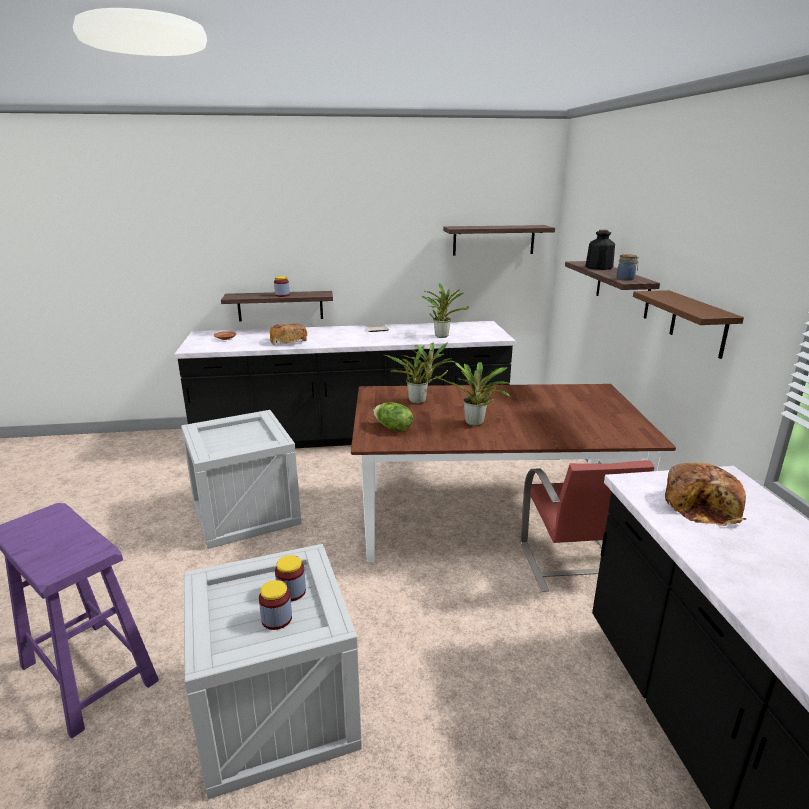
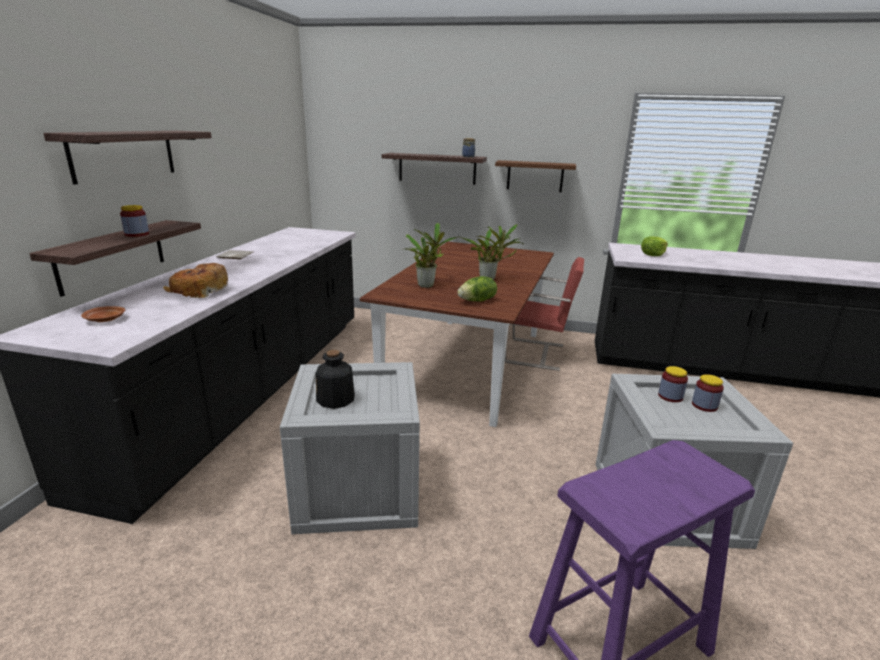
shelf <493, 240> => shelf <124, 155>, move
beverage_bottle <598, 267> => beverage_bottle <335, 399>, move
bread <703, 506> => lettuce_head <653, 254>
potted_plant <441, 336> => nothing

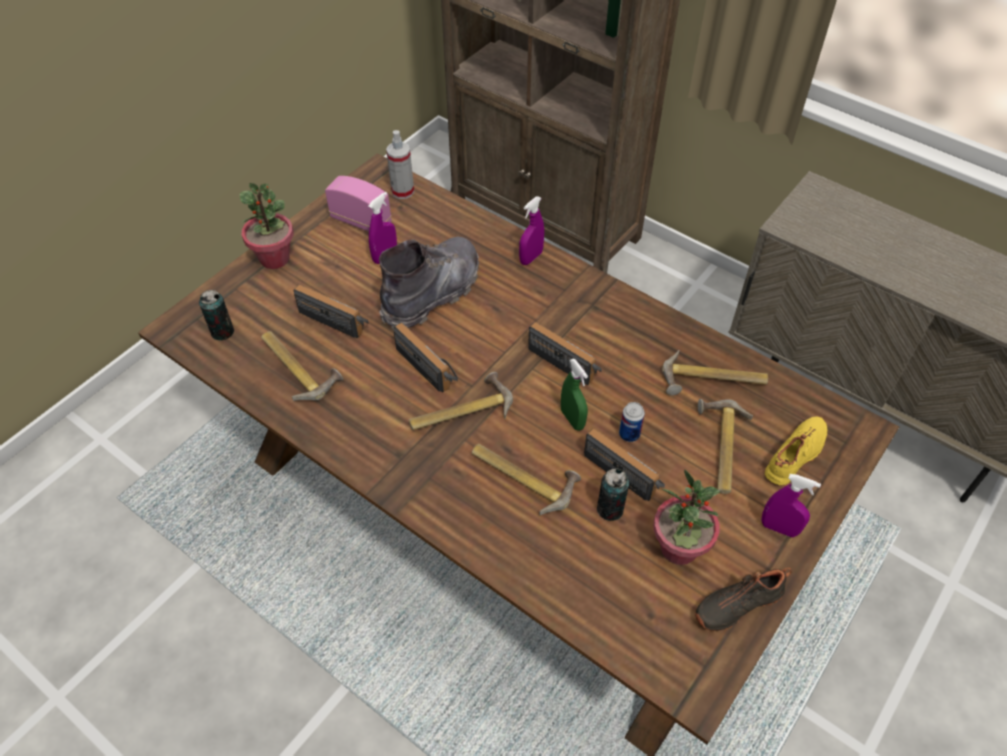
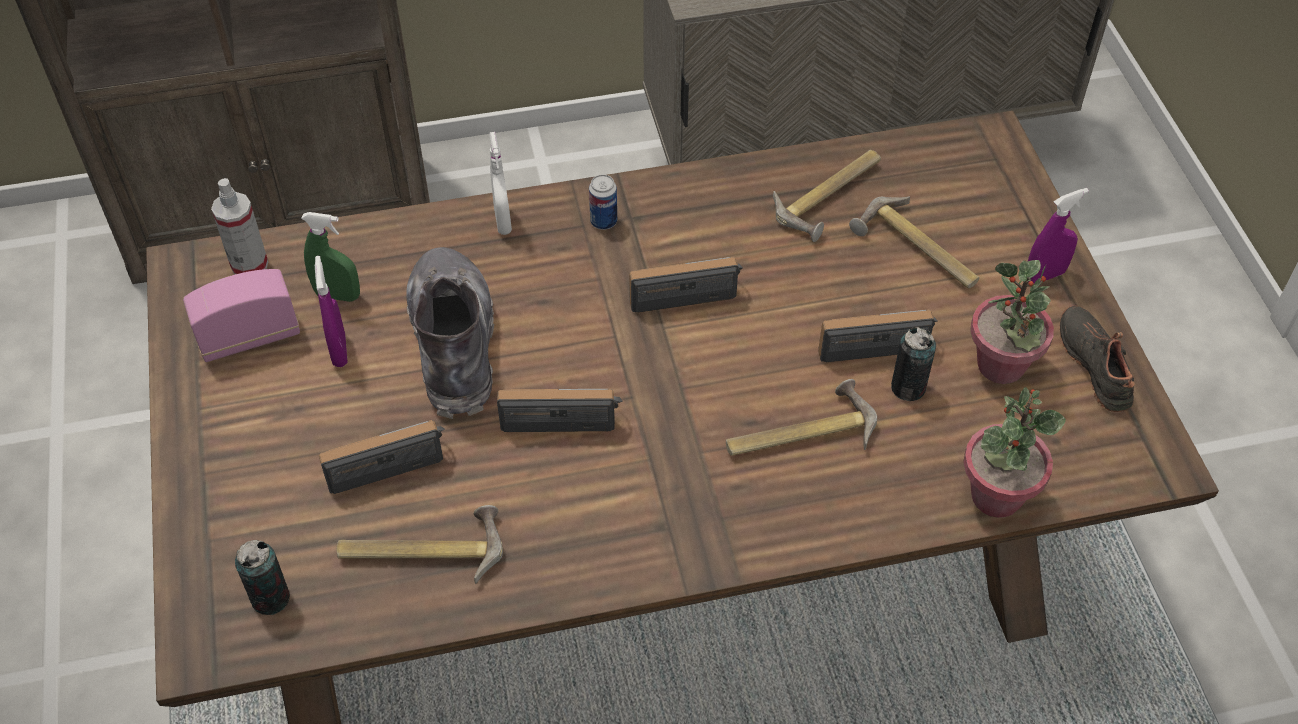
greenish_spray_bottle <572, 419> => greenish_spray_bottle <337, 295>, move
purple-coloured_spray_bottle <531, 258> => white-coloured_spray_bottle <503, 221>
metal_can <629, 434> => metal_can <603, 221>, move
potted_plant <275, 258> => potted_plant <996, 496>, move
black-coloured_shoe <737, 602> => black-coloured_shoe <1096, 365>, 150 degrees clockwise
tool_hammer <460, 410> => nothing
yellowish_shoe <796, 456> => nothing

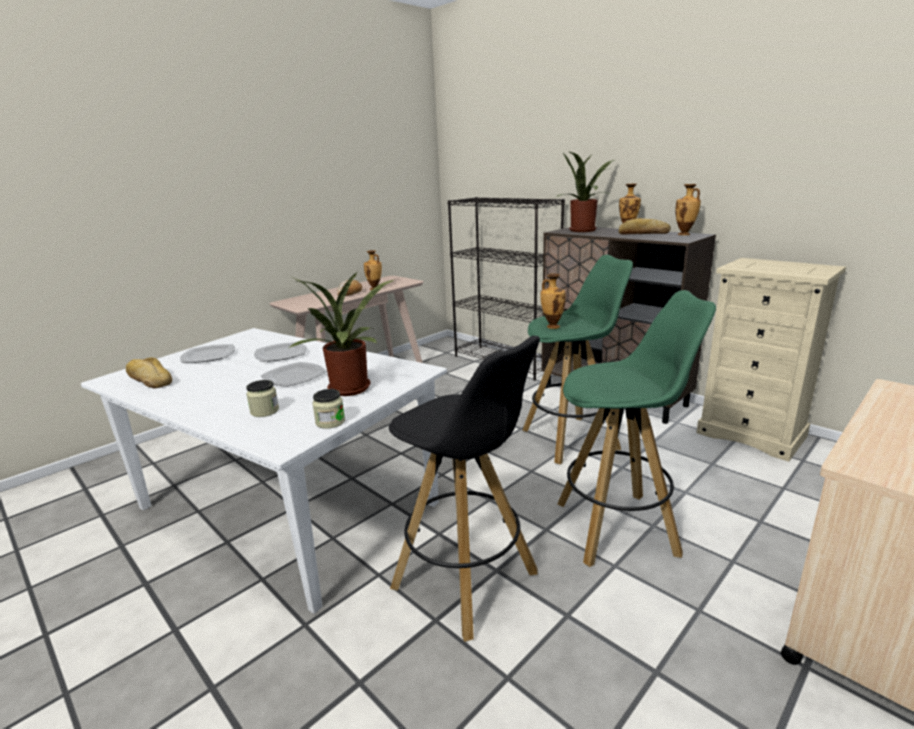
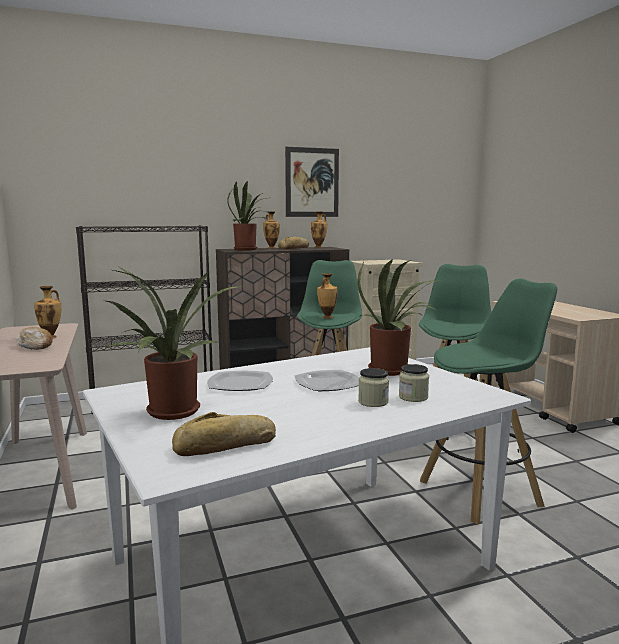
flat_dish <208, 356> => potted_plant <172, 414>
nothing => wall_picture <312, 182>
storage_jar <330, 422> => storage_jar <373, 402>, move
black-coloured_stool_seat <467, 581> => greenish_stool_seat <481, 493>

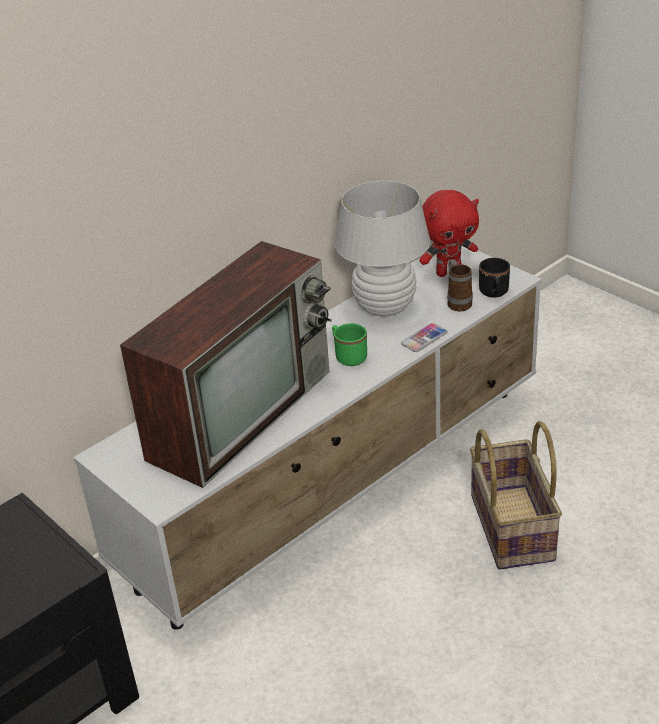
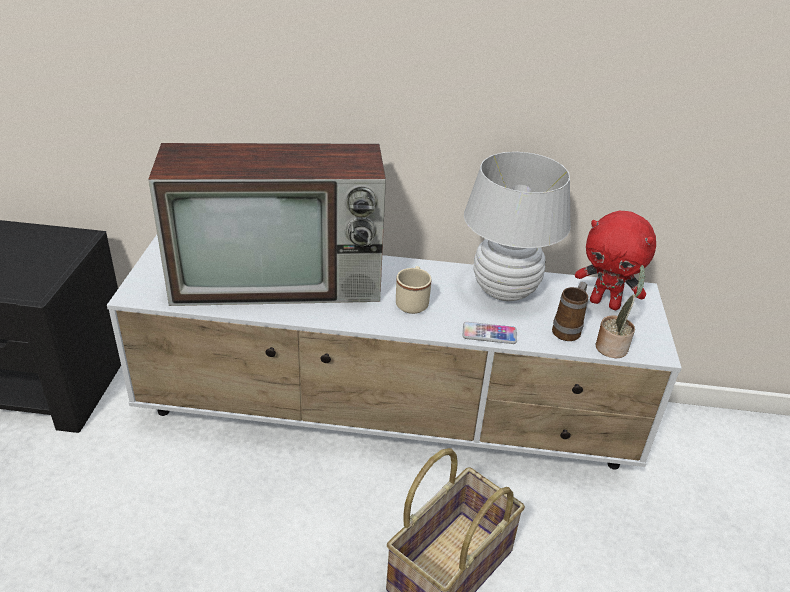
greenish_coffee_mug <348, 356> => beige_coffee_mug <412, 302>
black-coloured_coffee_mug <494, 293> => potted_plant <613, 346>

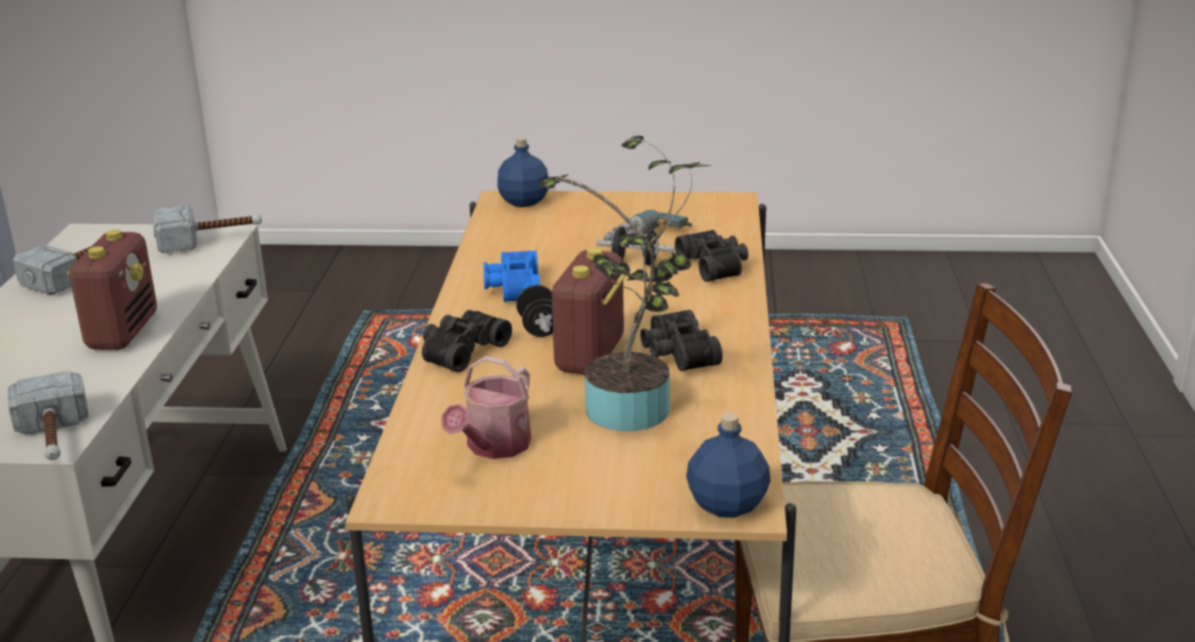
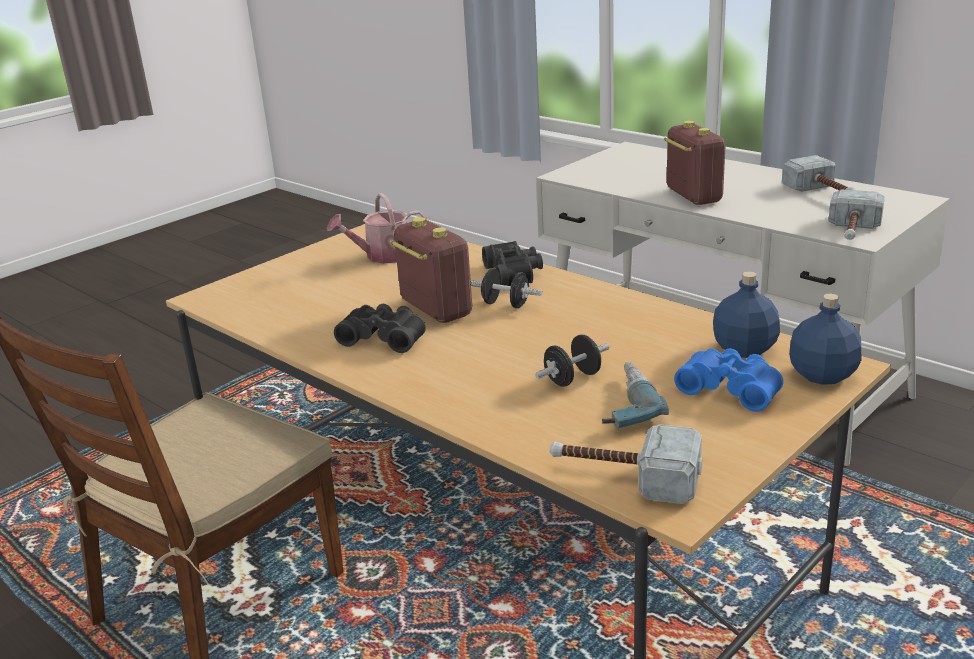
watering_pot <493, 447> => watering_pot <382, 256>, 90 degrees counterclockwise
tool_hammer <54, 439> => tool_hammer <624, 476>, move
radio_receiver <122, 332> => radio_receiver <693, 196>, 150 degrees counterclockwise
blue-coloured_field_glasses <512, 288> => blue-coloured_field_glasses <731, 388>, move
blue-coloured_beverage_bottle <728, 504> => blue-coloured_beverage_bottle <745, 349>, move
potted_plant <632, 414> => nothing
black-coloured_field_glasses <715, 265> => nothing

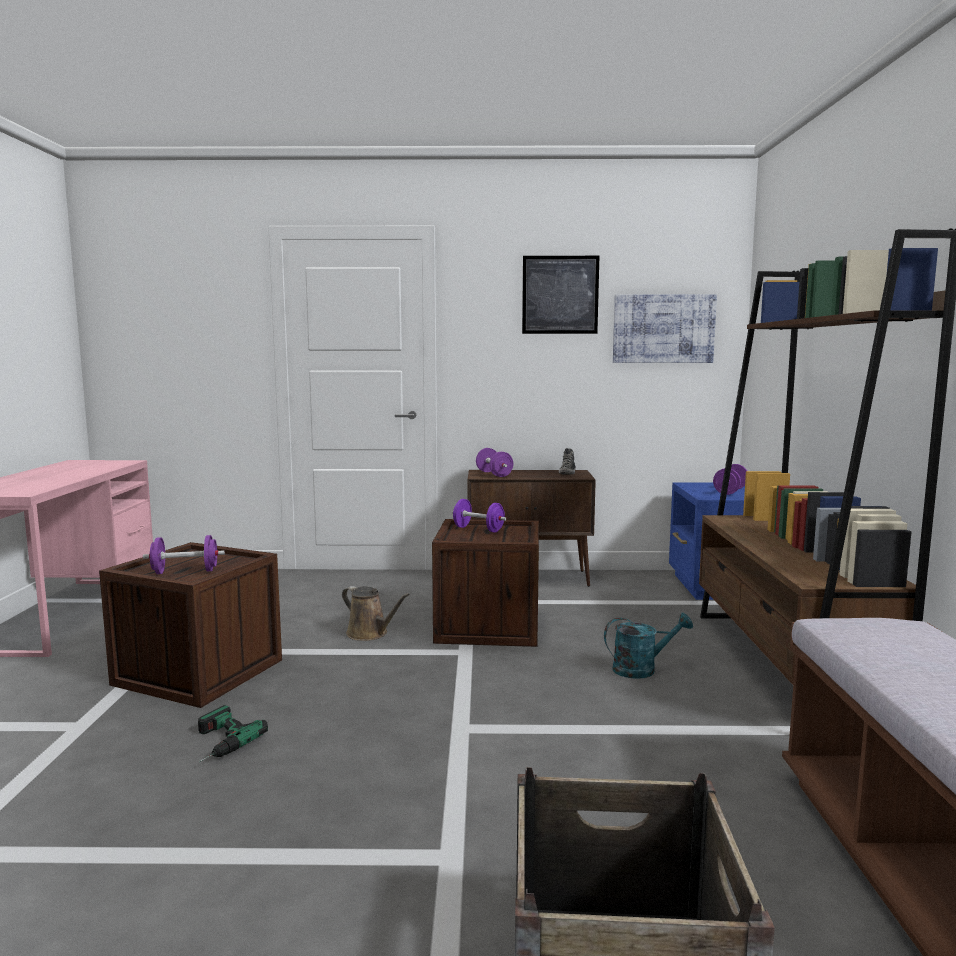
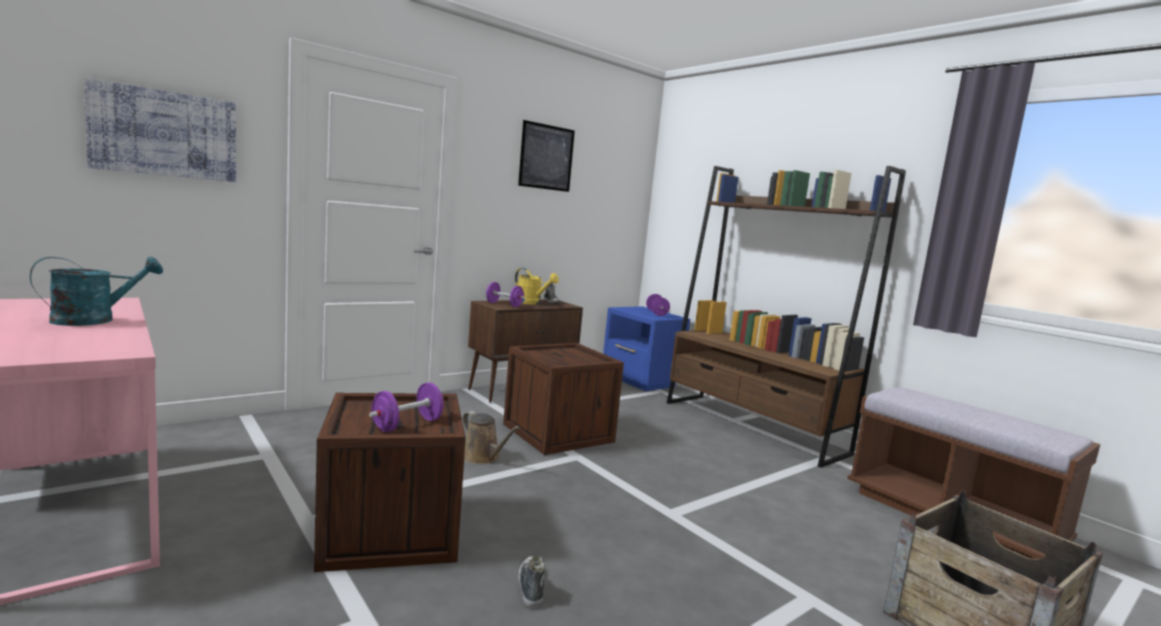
blue-green_watering_pot <642, 669> => blue-green_watering_pot <95, 320>, move
wall_picture <663, 329> => wall_picture <165, 134>, move
brown-coloured_watering_pot <370, 634> => brown-coloured_watering_pot <483, 457>, 45 degrees clockwise
nothing => yellowish_watering_pot <532, 303>
electric_drill <216, 743> => shoe <531, 586>
purple-coloured_free_weight <478, 529> => nothing

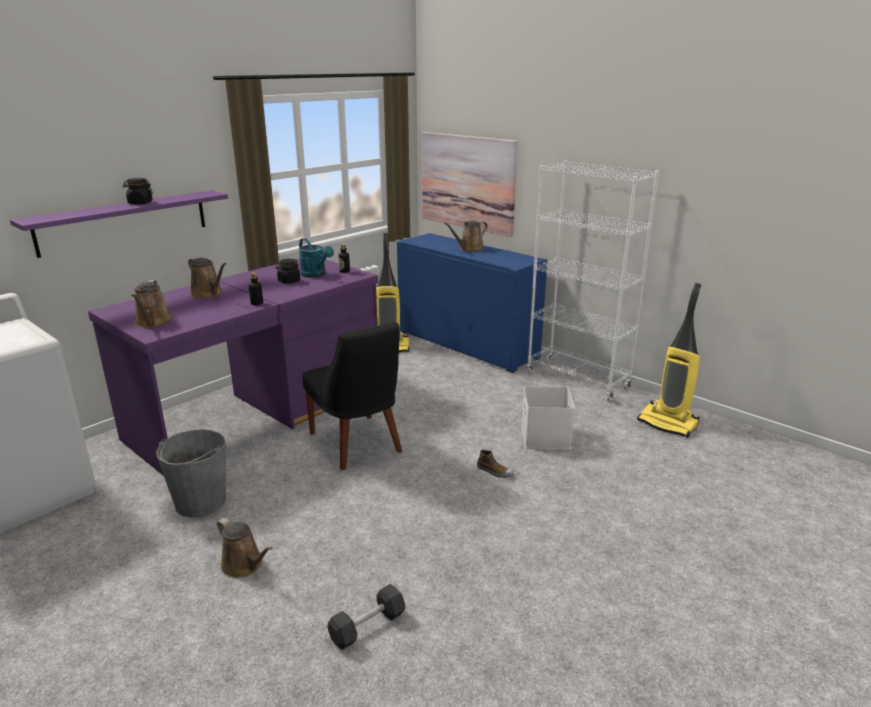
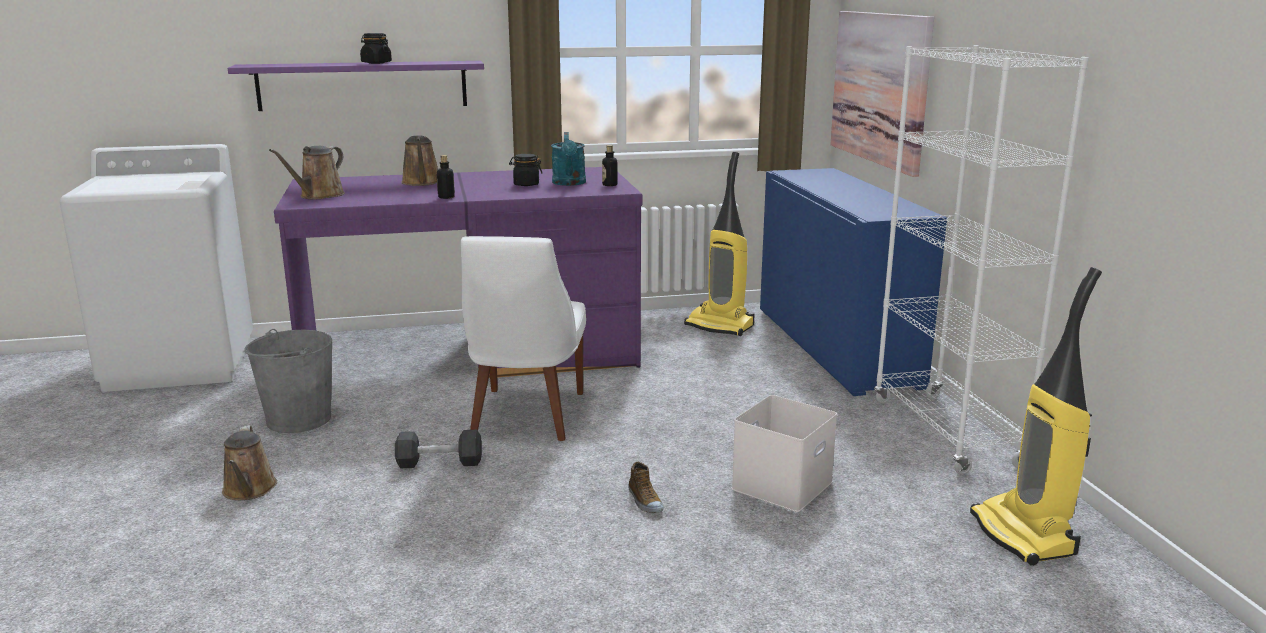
black-coloured_free_weight <367, 626> => black-coloured_free_weight <439, 462>, move
black-coloured_plain_chair <357, 444> => white-coloured_plain_chair <525, 417>
brown-coloured_watering_pot <469, 249> => nothing

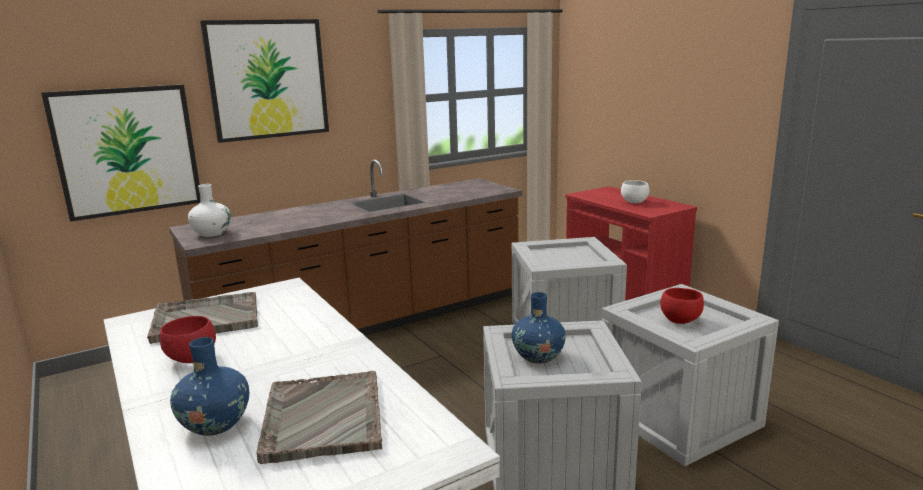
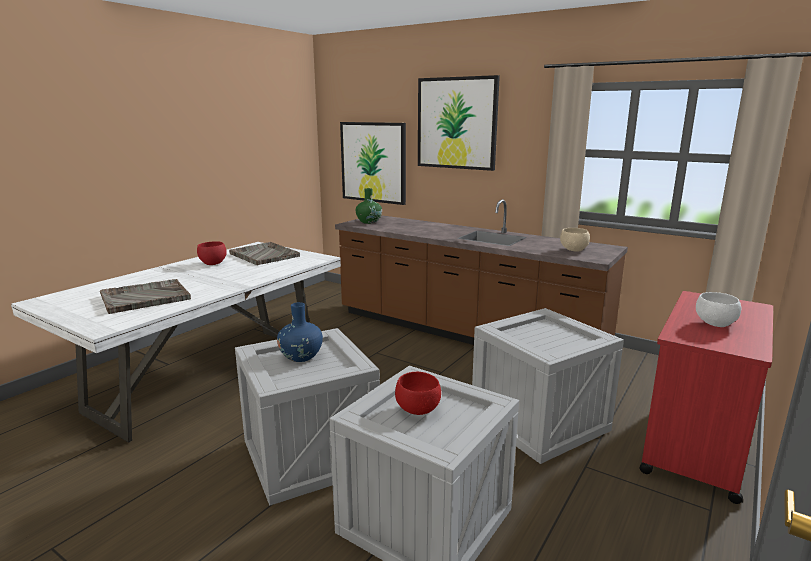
white-coloured_vase <212, 233> => greenish_vase <369, 222>
nothing => beige_deep_dish <574, 250>
blue-coloured_vase <215, 424> => nothing

